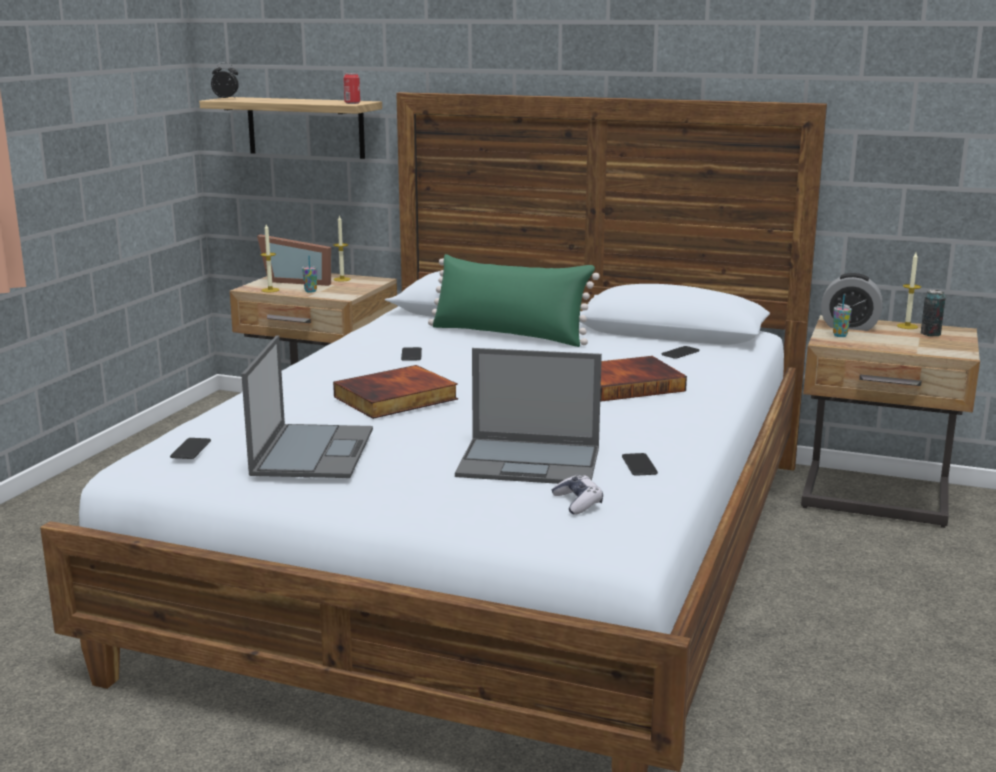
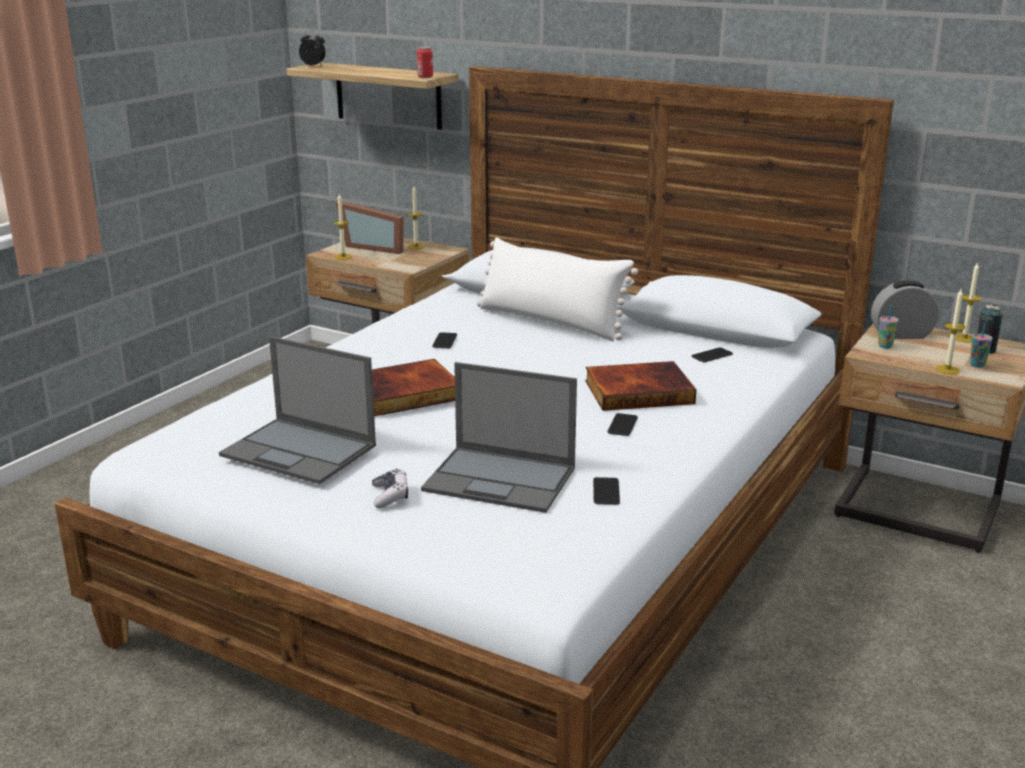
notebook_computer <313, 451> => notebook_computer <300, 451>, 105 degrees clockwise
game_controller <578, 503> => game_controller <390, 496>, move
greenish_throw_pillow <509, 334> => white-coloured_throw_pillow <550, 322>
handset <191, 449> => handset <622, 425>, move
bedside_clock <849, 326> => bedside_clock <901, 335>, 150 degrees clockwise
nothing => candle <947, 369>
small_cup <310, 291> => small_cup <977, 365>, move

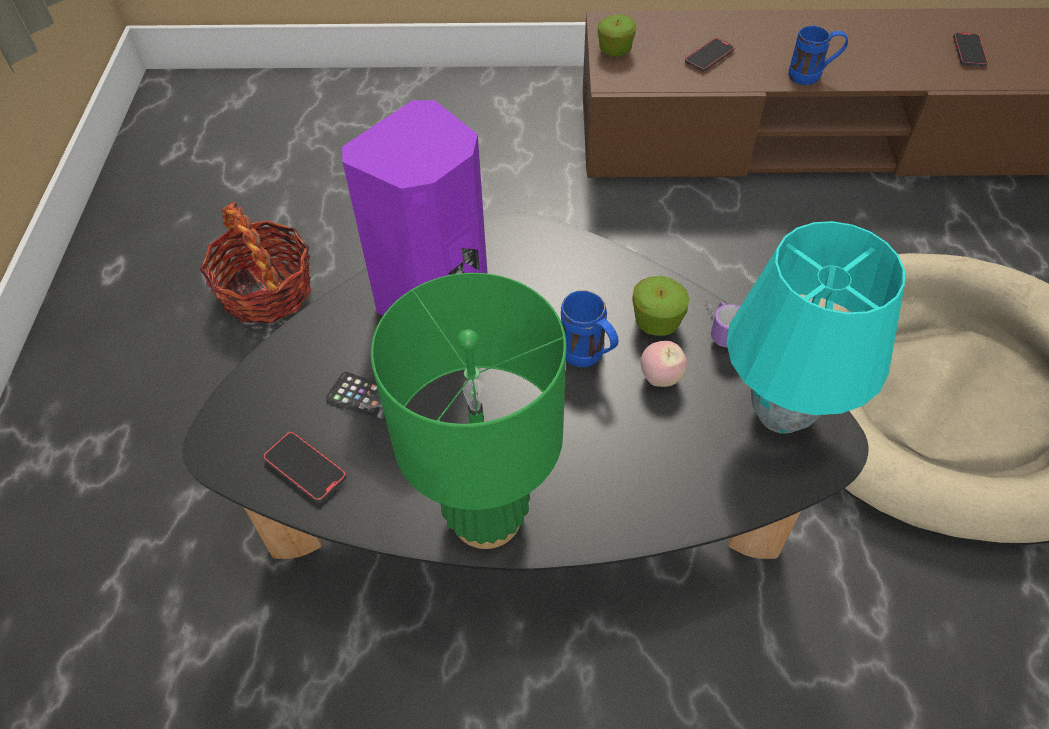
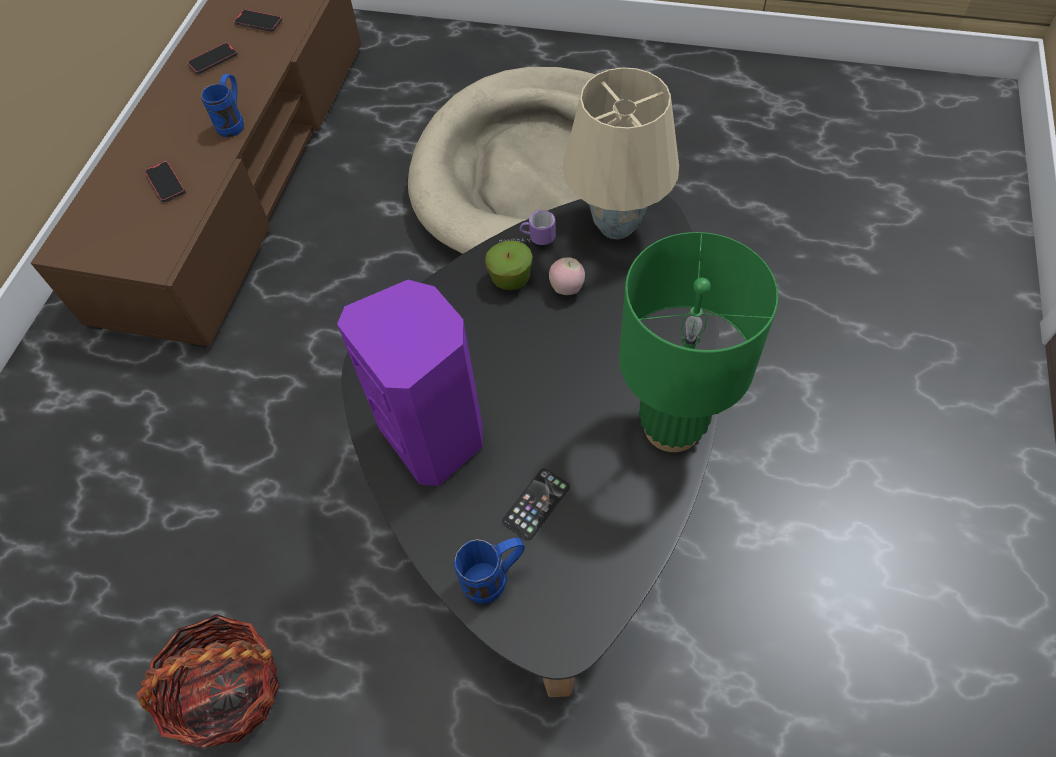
handset <305, 468> => handset <213, 60>, move
blue-coloured_coffee_mug <588, 358> => blue-coloured_coffee_mug <494, 578>, move
blue-green_table_lamp <782, 415> => beige_table_lamp <617, 225>
apple_fruit <615, 50> => nothing

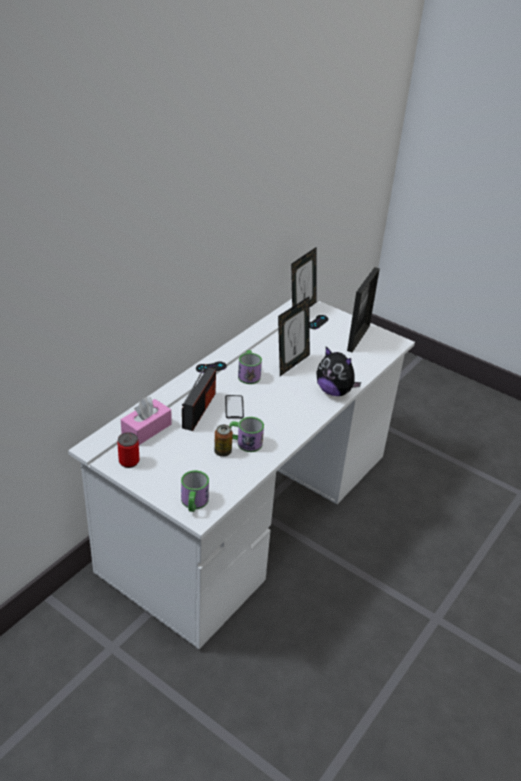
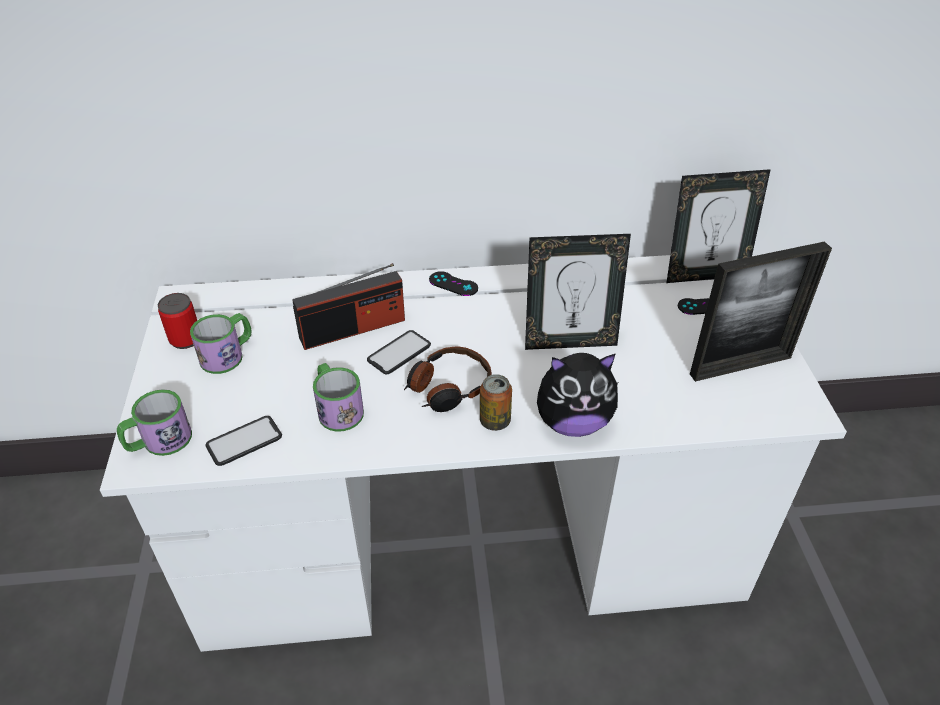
coffee_mug <249, 374> => coffee_mug <228, 355>, move
nothing => handset <244, 441>
nothing => headset <448, 388>
metal_can <222, 452> => metal_can <495, 421>, move
plush_toy <334, 391> => plush_toy <573, 422>, 90 degrees counterclockwise
pink-coloured_tissue_box <146, 429> => nothing

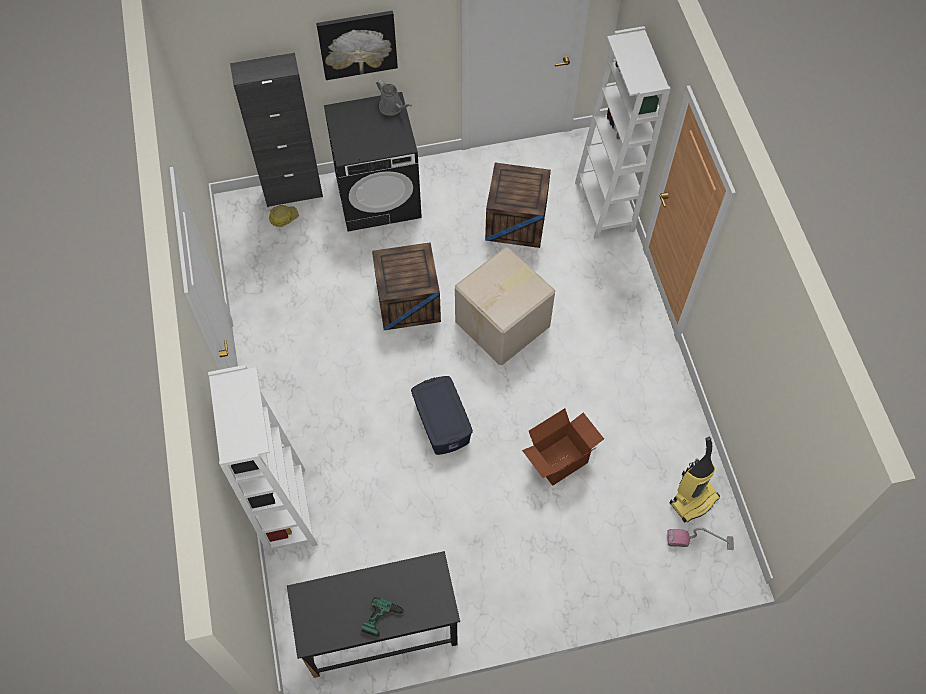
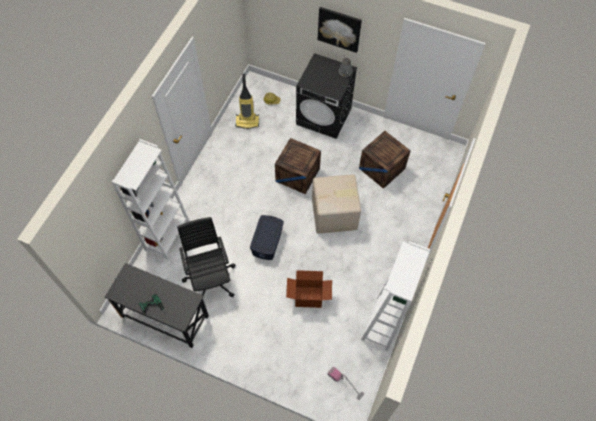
nothing => black-coloured_office_chair <210, 278>
vacuum_cleaner <693, 499> => vacuum_cleaner <247, 121>, move
white-coloured_bookshelf <604, 206> => white-coloured_bookshelf <382, 323>, move
black-coloured_cupboard <293, 192> => nothing

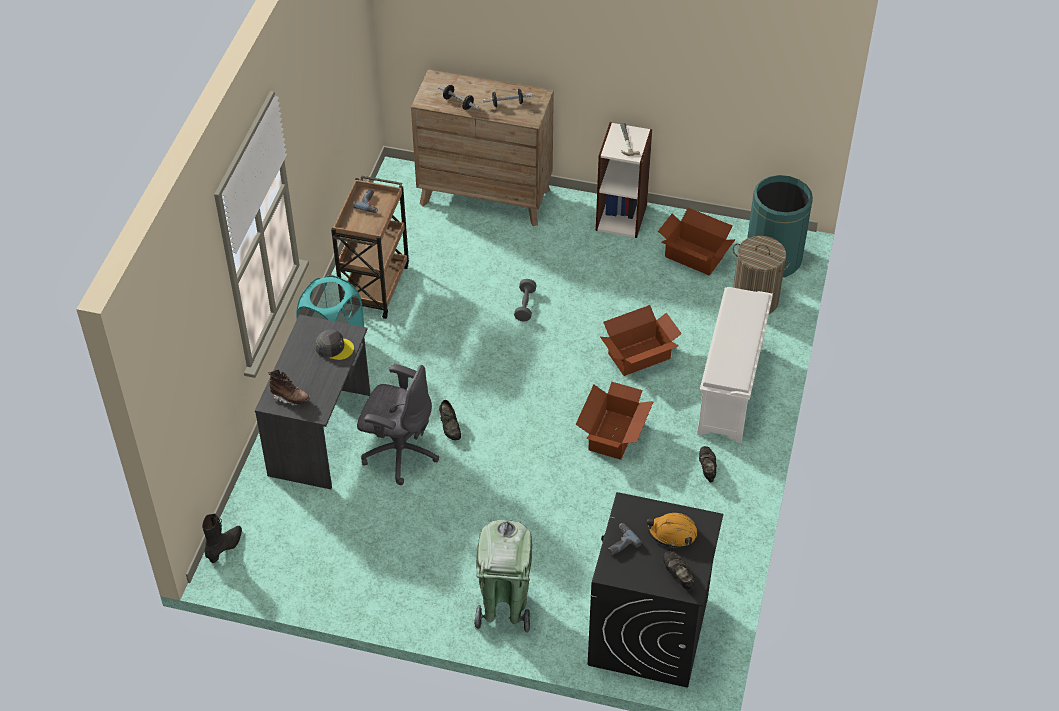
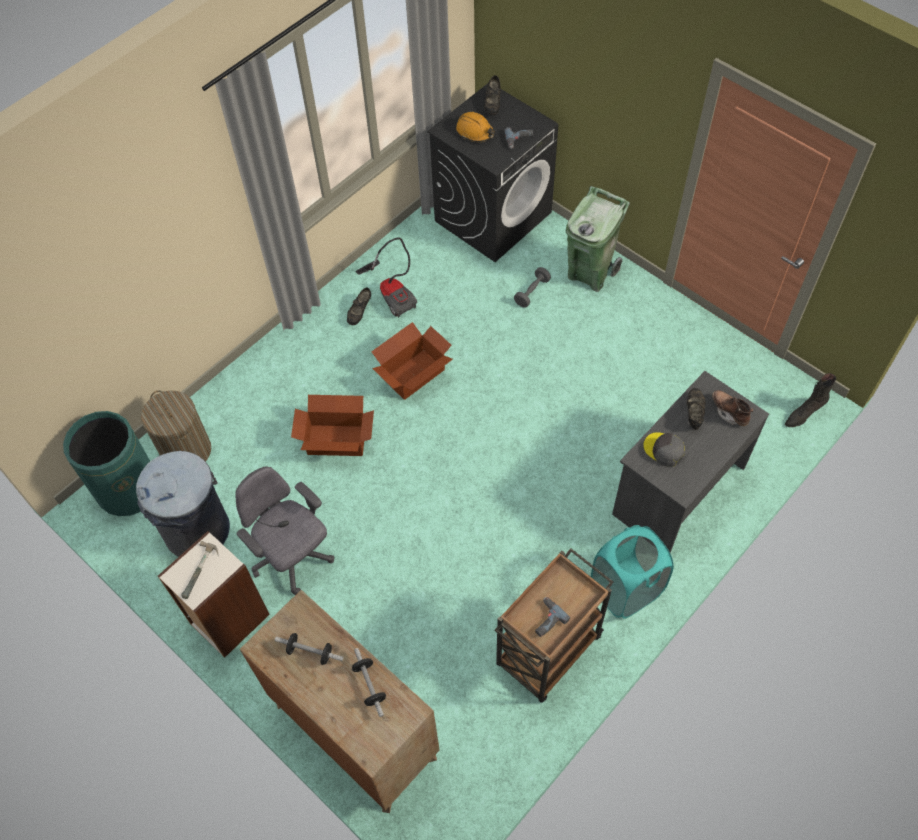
packing_box <694, 256> => grey_trash_can <198, 530>
grey_office_chair <399, 452> => grey_office_chair <293, 557>, move
nothing => vacuum_cleaner <393, 293>
grey_free_weight <525, 305> => grey_free_weight <532, 292>, move
black-coloured_shoe <450, 428> => black-coloured_shoe <694, 413>, move
white-coloured_shoe_shelf <731, 391> => nothing

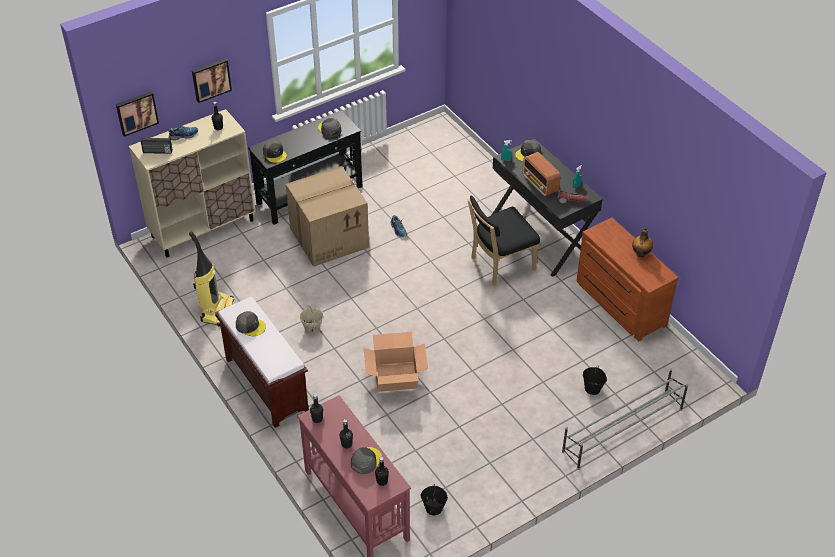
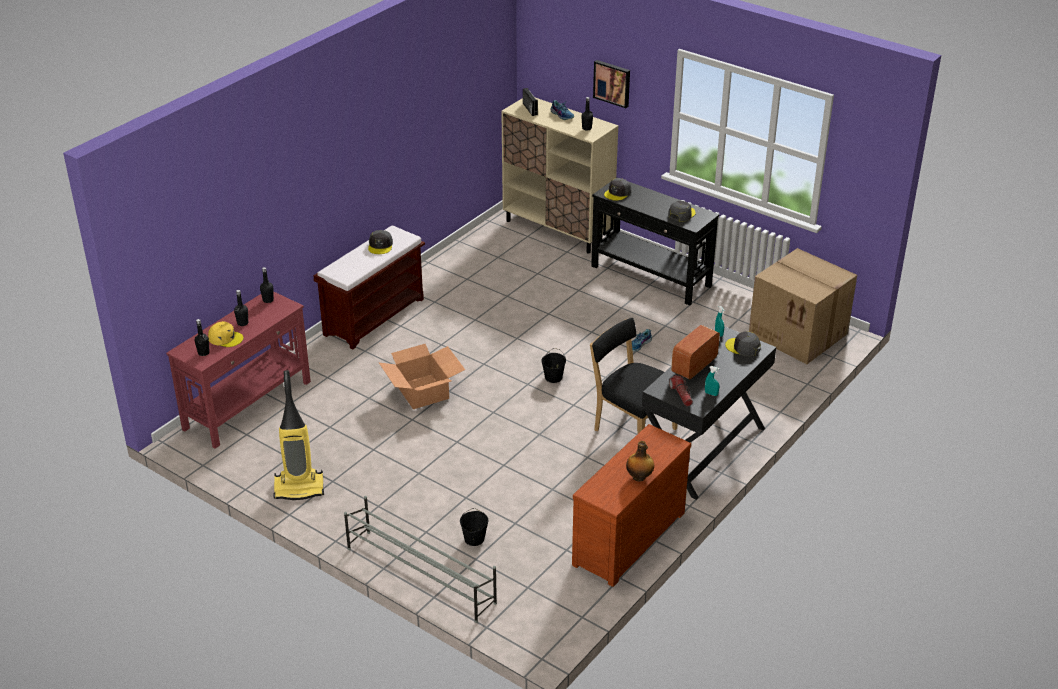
grey_peaked_cap <366, 461> => yellowish_peaked_cap <225, 338>
vacuum_cleaner <217, 310> => vacuum_cleaner <299, 488>, move
black-coloured_pail <433, 508> => black-coloured_pail <553, 377>, move
packing_box <329, 237> => packing_box <799, 334>, move
wall_picture <136, 112> => nothing
beige_pail <312, 328> => nothing

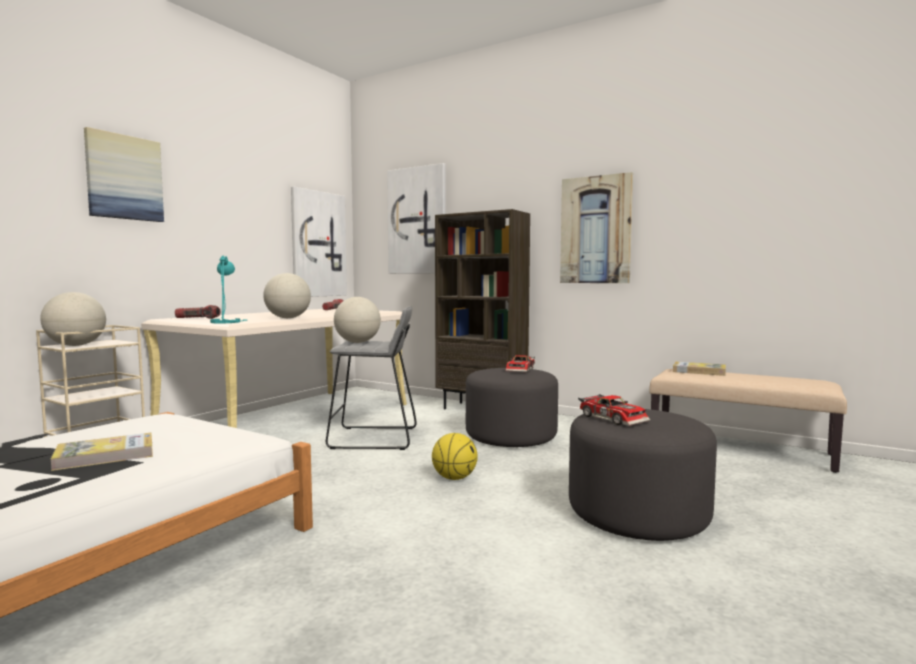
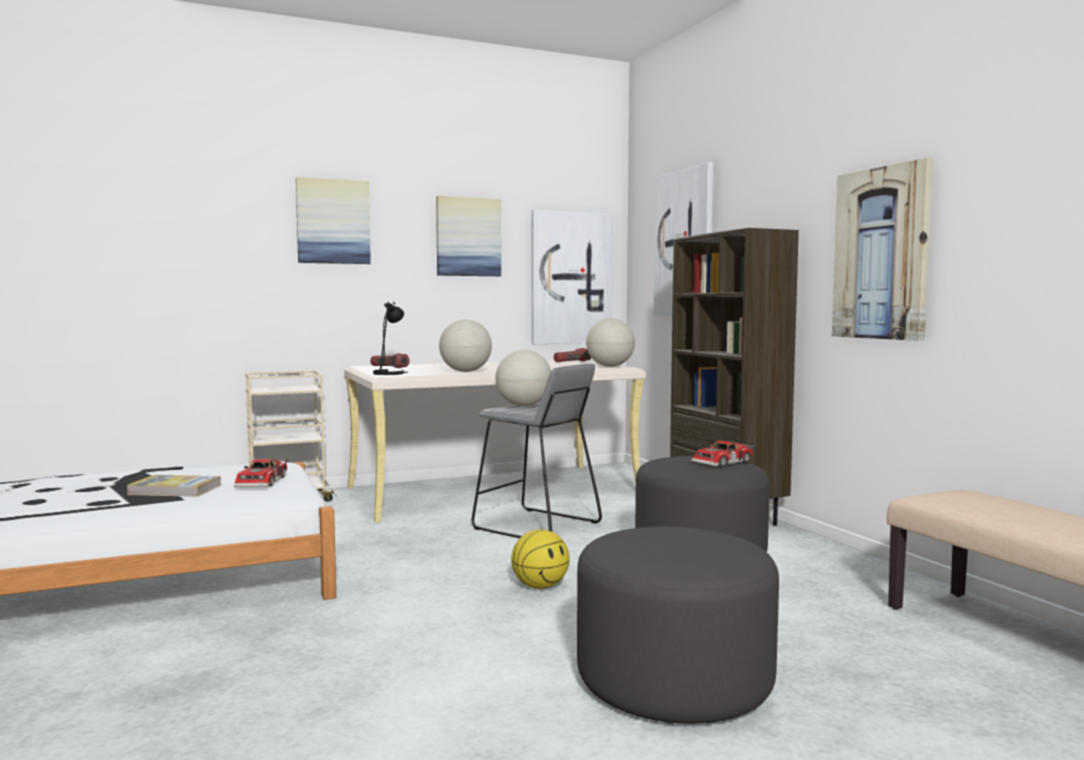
toy_car <614, 418> => toy_car <264, 482>, move
blue-green_table_lamp <228, 322> => black-coloured_table_lamp <390, 373>
nothing => wall_picture <468, 237>
world_globe <75, 345> => world_globe <610, 366>, move
volume <699, 371> => nothing

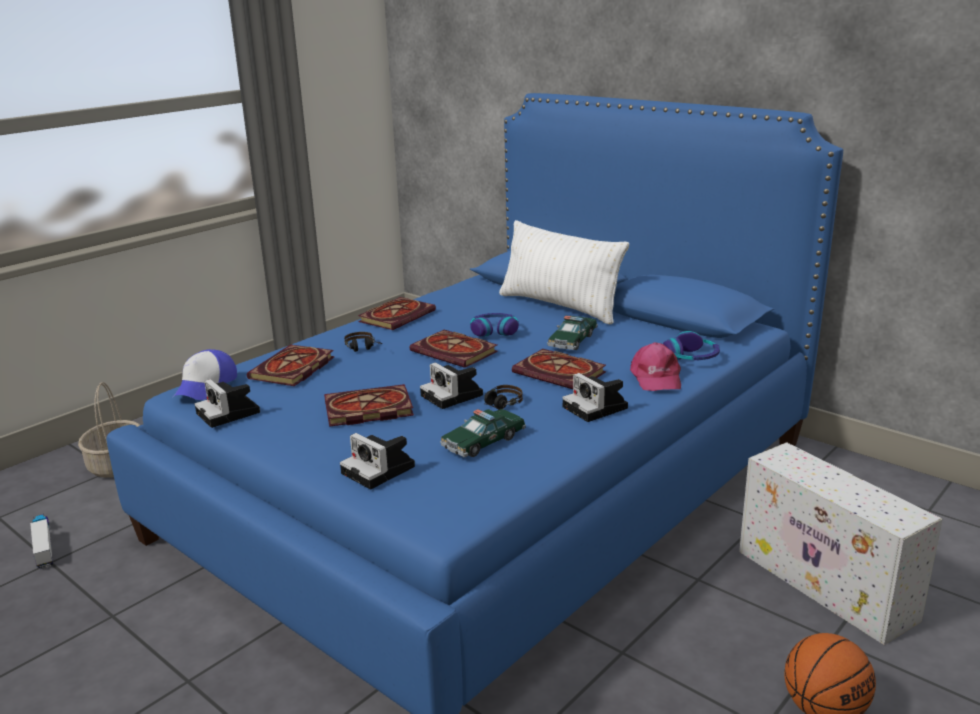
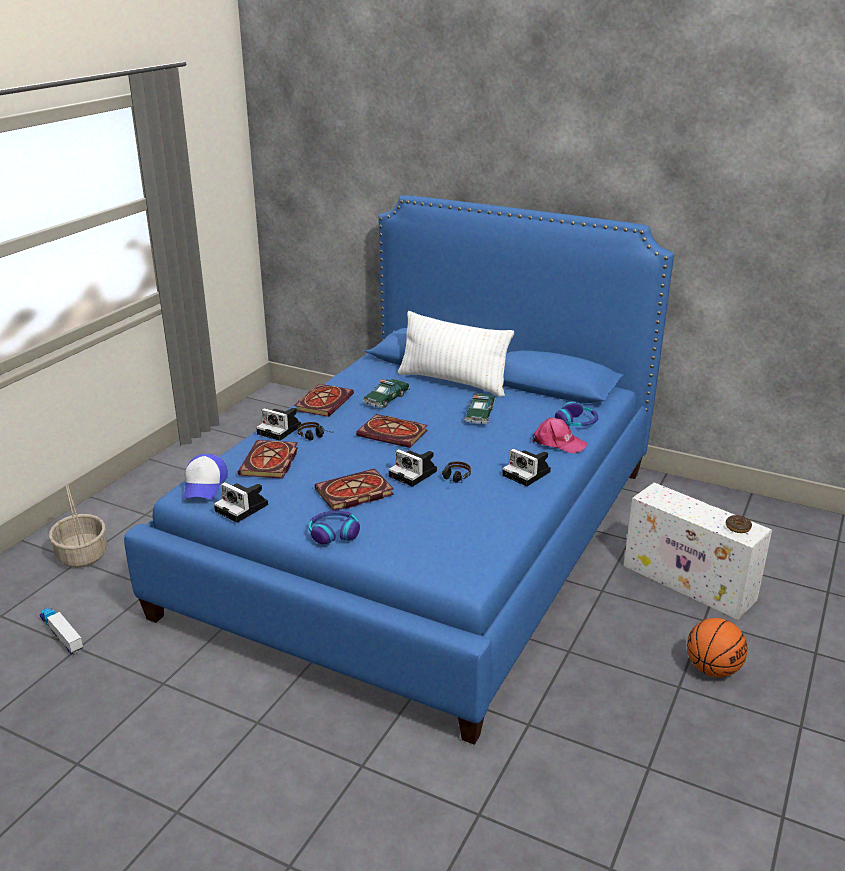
still_camera <380, 470> => still_camera <281, 430>, move
headset <494, 331> => headset <334, 533>, move
toy_car <483, 442> => toy_car <386, 399>, move
pink-coloured_peaked_cap <655, 377> => pink-coloured_peaked_cap <558, 443>, 45 degrees counterclockwise
nothing => doughnut <737, 527>
volume <561, 373> => nothing

